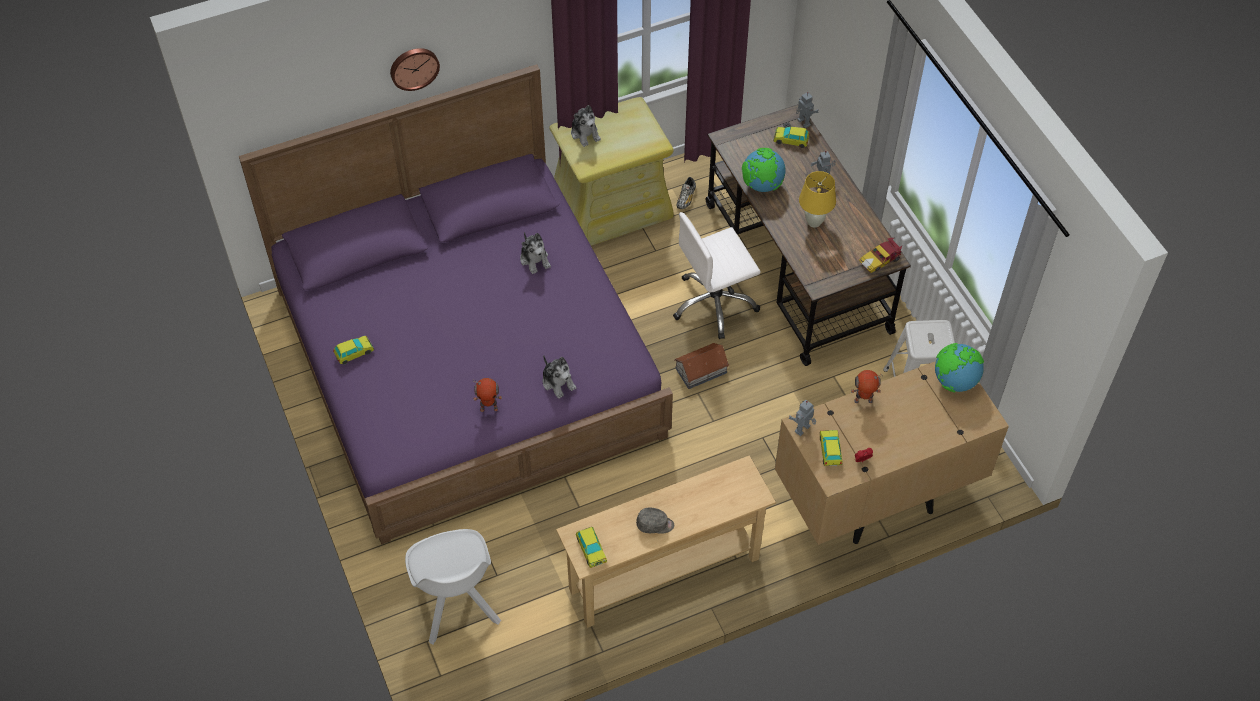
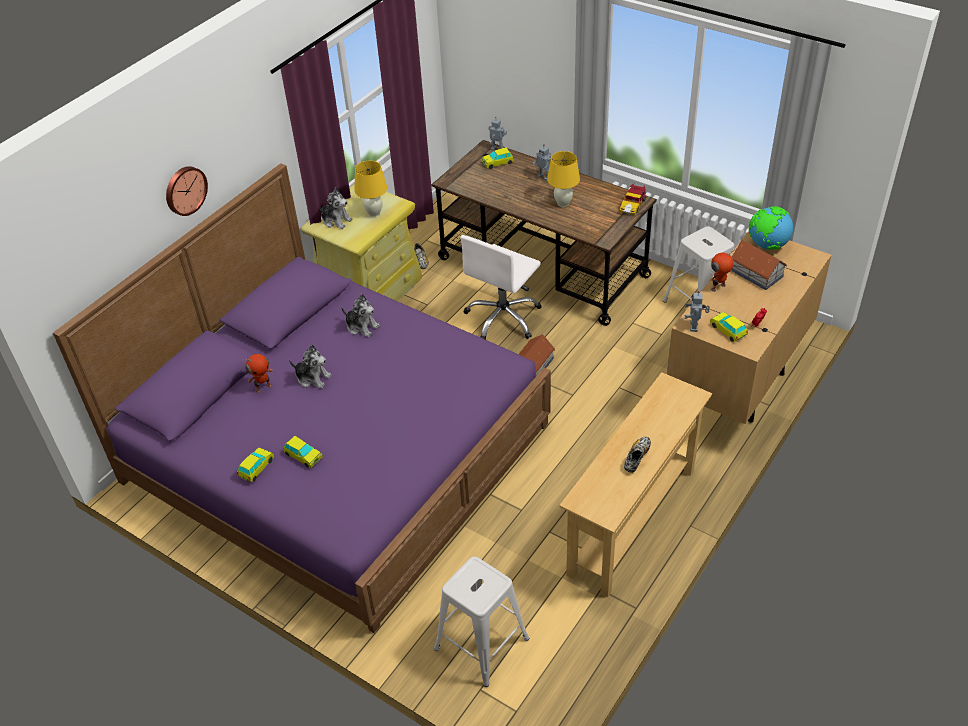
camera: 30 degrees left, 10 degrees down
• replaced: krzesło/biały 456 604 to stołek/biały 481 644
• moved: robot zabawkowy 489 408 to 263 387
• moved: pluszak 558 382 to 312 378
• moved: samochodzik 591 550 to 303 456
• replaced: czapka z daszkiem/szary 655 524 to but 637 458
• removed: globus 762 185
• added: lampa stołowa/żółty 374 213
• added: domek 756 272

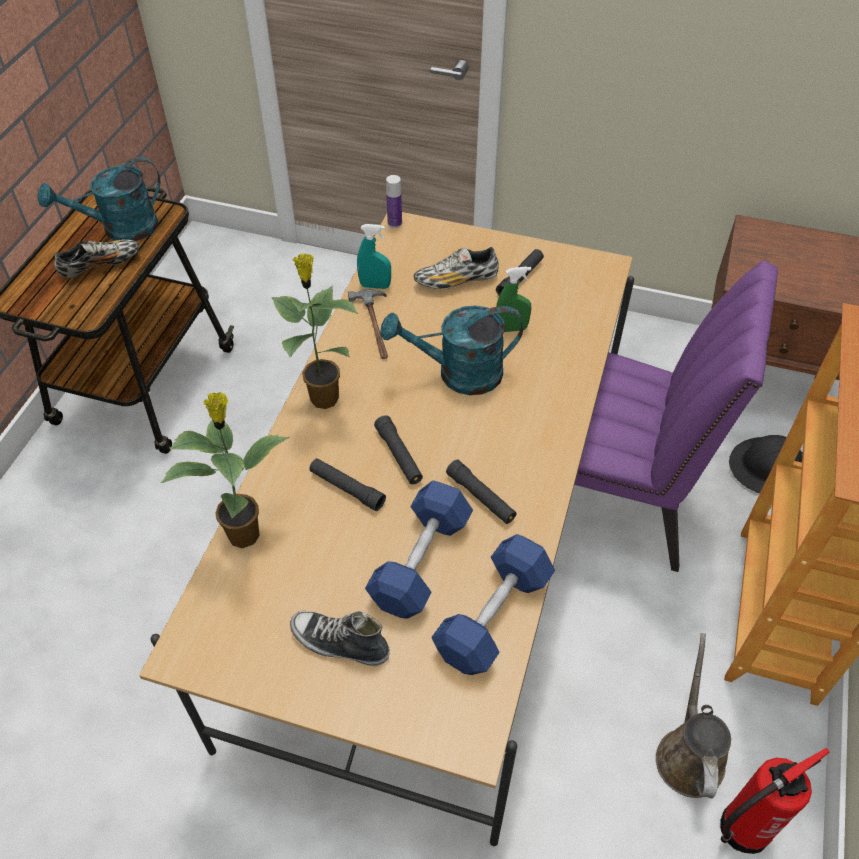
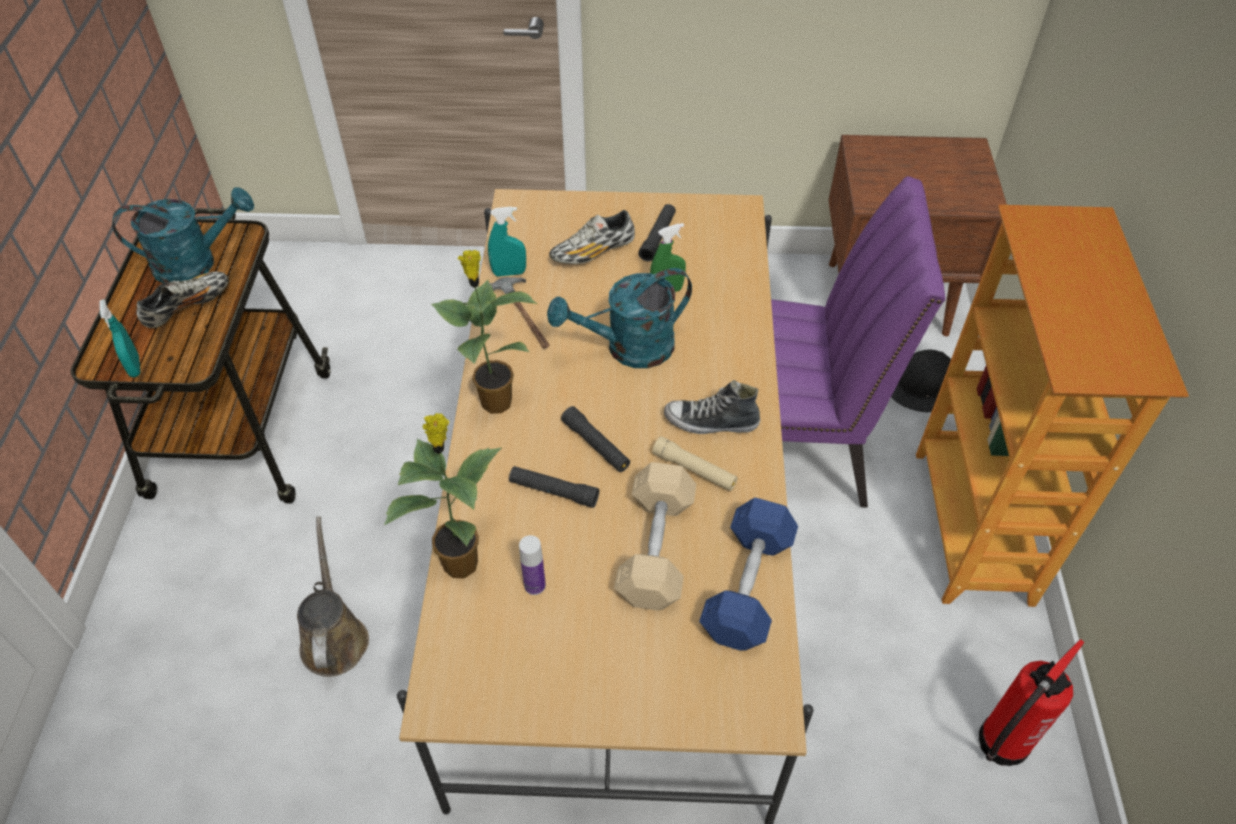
camera: 15 degrees left, 0 degrees up
• turned: konewka/turkusowy 120 230 = 196 262 150 degrees counterclockwise
• moved: but 339 643 to 711 422
• recoloured: hantel/niebieski 420 561 to hantel/beżowy 656 548
• moved: butelka 394 223 to 534 585
• recoloured: latarka/czarny 481 497 to latarka/beżowy 694 470
• moved: konewka/brązowy 689 754 to 334 637
• added: spryskiwacz/turkusowy 134 367

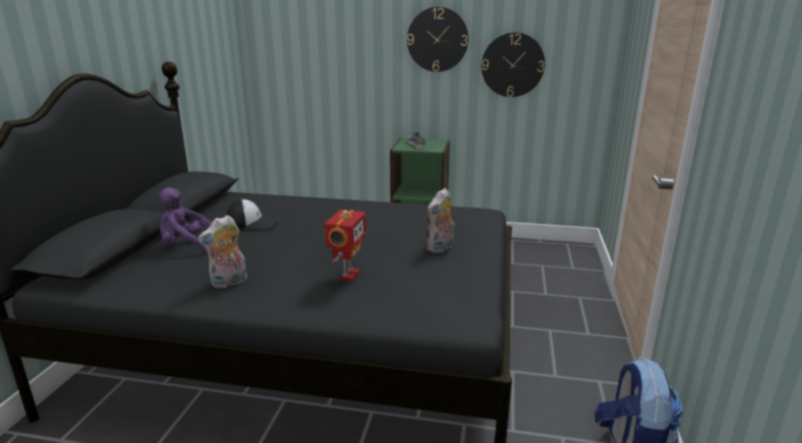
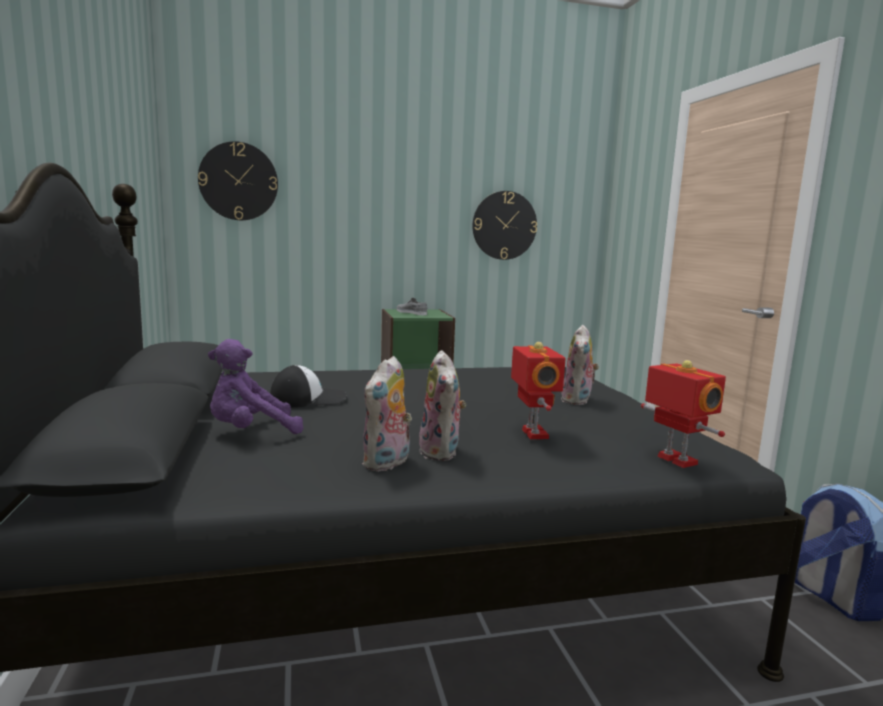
camera: 25 degrees left, 10 degrees down
• moved: zegar ścienny 437 39 to 238 181
• added: pluszak 442 452
• added: robot zabawkowy 675 460

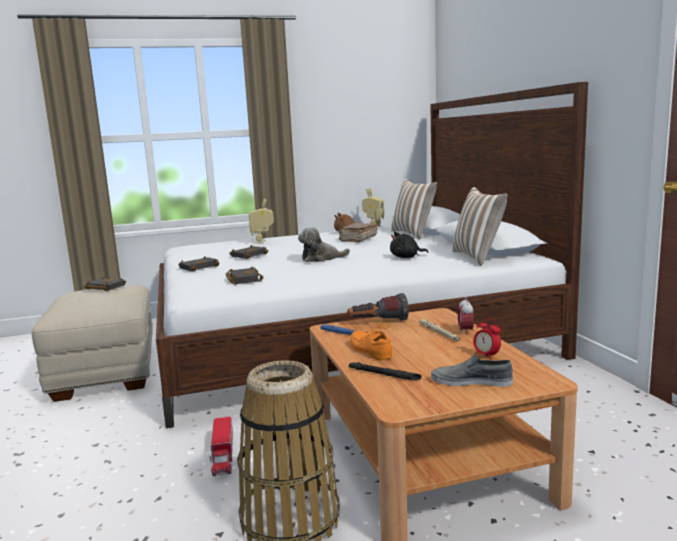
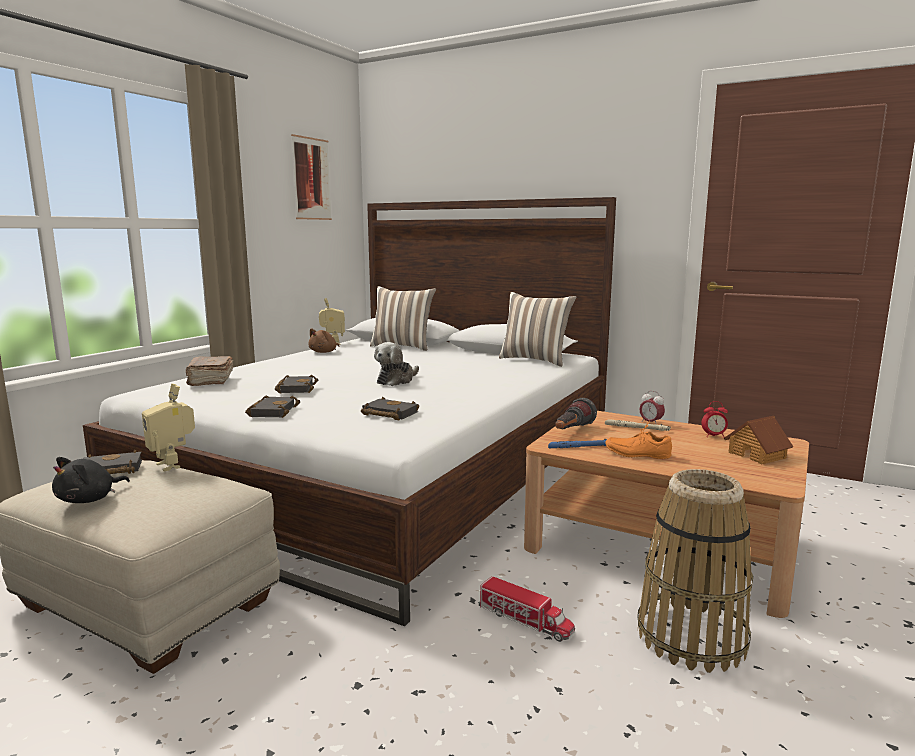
camera: 45 degrees left, 0 degrees up
• moved: robot zabawkowy 263 242 to 173 464
• moved: książka/brązowy 358 239 to 210 380
• removed: latarka/czarny 384 374
• moved: pluszak/czarny 406 257 to 89 499
• replaced: but/szary 471 381 to domek 757 455
• added: obraz 311 179

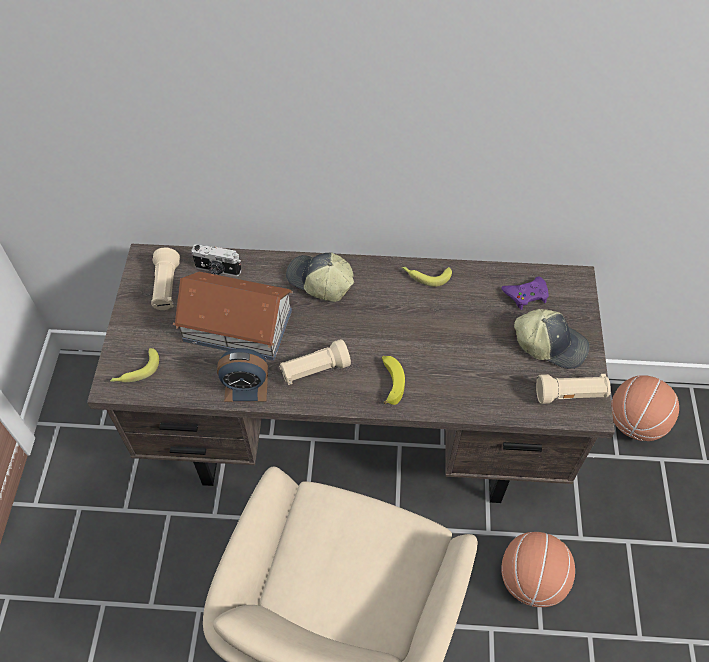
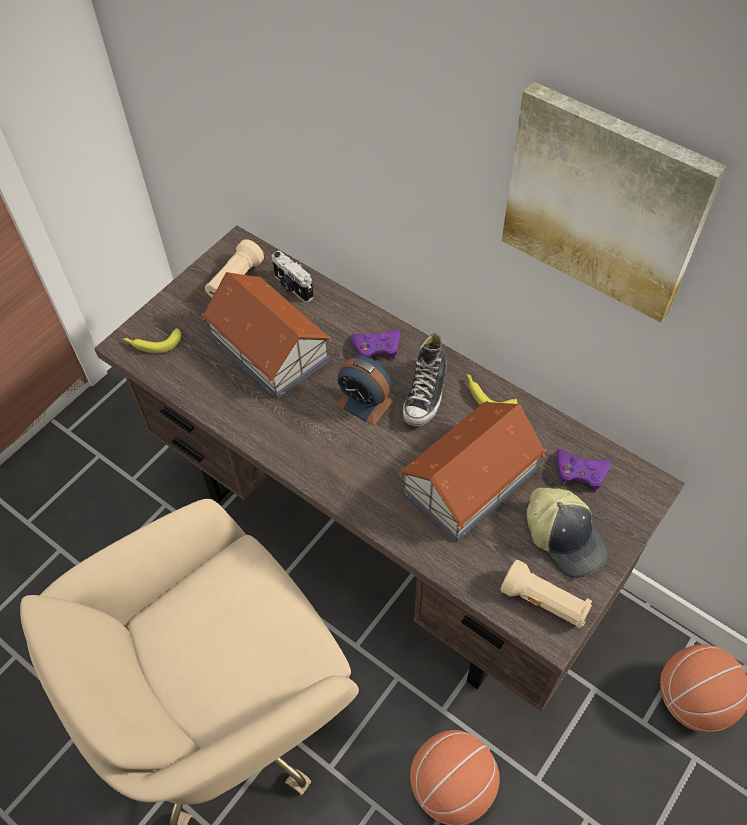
camera: 35 degrees right, 0 degrees up
• moved: budzik 246 386 to 365 402
• removed: latarka/beżowy 314 370
• replaced: czapka z daszkiem 319 282 to pad do gier/fioletowy 376 347
• removed: banan 390 382
• added: domek 468 481
• added: but 426 394
• added: obraz 604 202

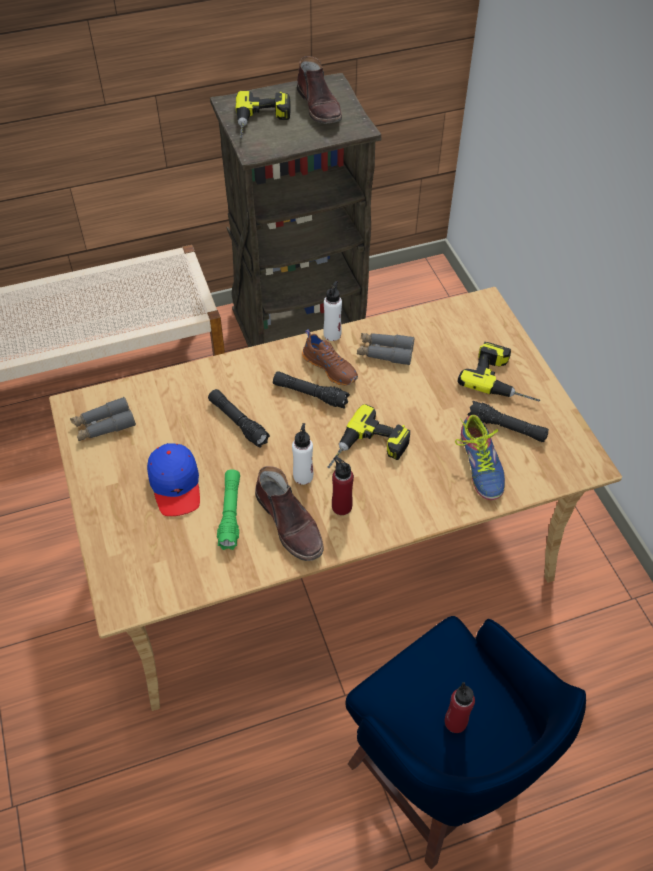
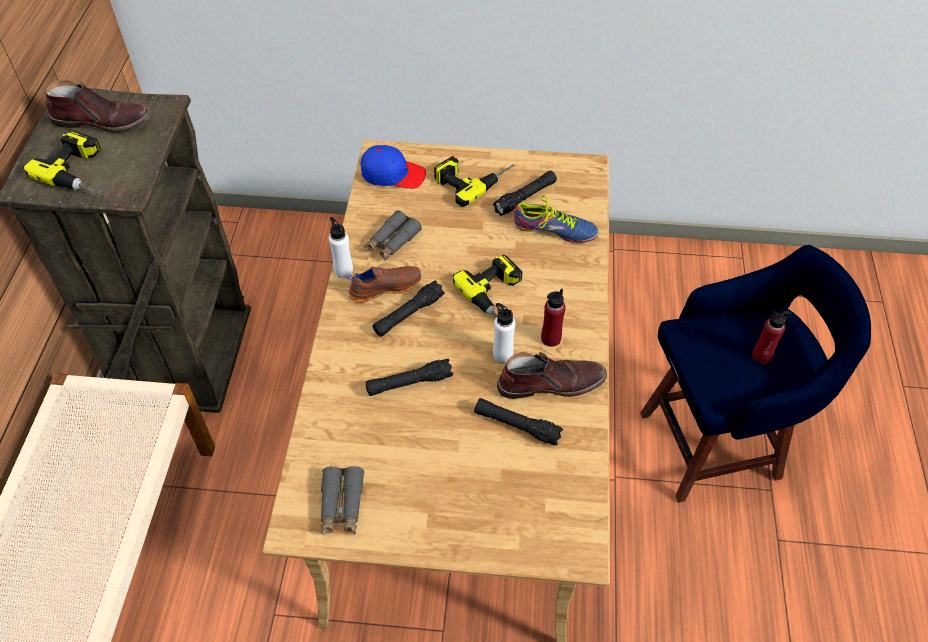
camera: 65 degrees left, 0 degrees up
• moved: czapka z daszkiem/niebieski 176 484 to 393 174
• recoloured: latarka/zielony 230 513 to latarka/czarny 517 426

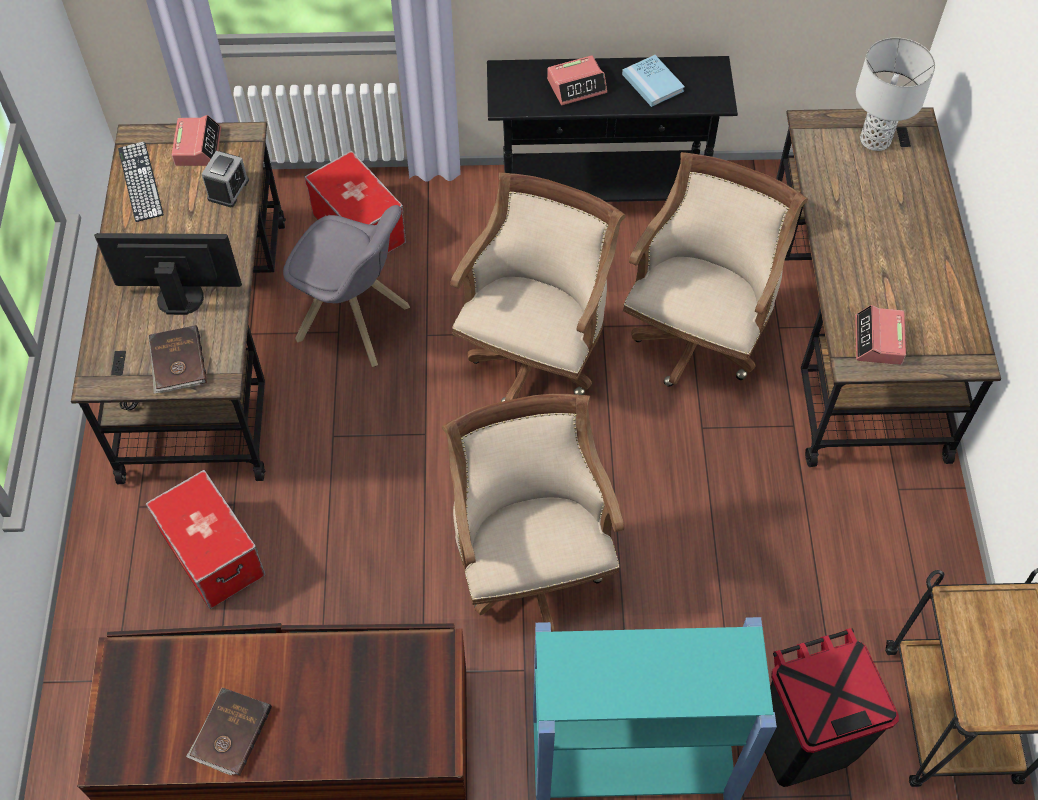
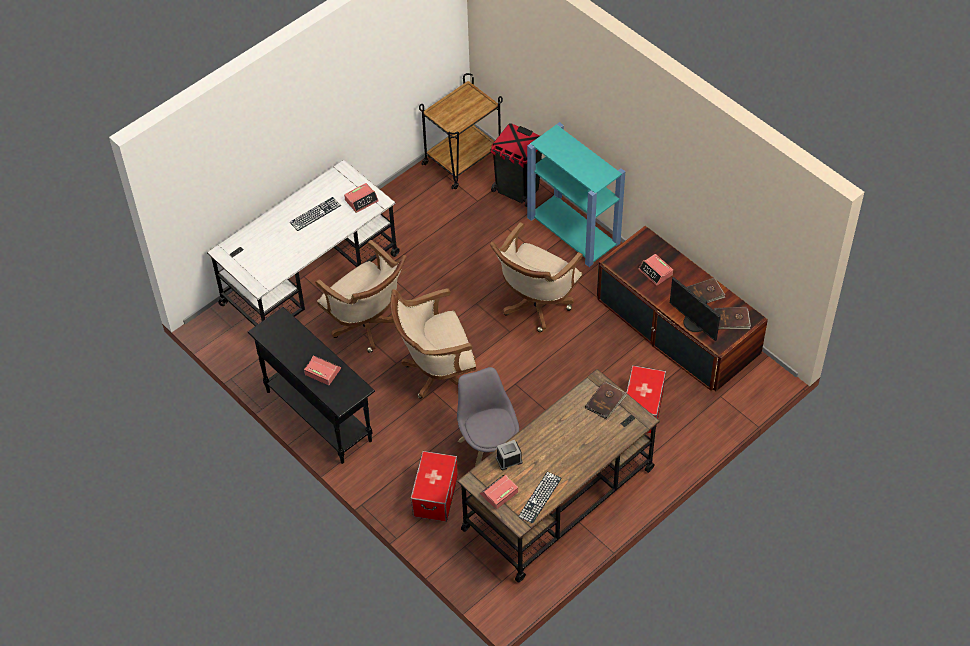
camera: 130 degrees left, 5 degrees down
• moved: monitor 180 296 to 694 323
• removed: książka/niebieski 652 83
• turned: krzesło biurowe 698 337 = 368 327 120 degrees counterclockwise
• recoloured: biurko/brązowy 853 329 to biurko/biały 310 279
• removed: lampa stołowa/biały 876 140
• added: klawiatura 315 214
• added: budzik 655 272
• added: książka/brązowy 731 319

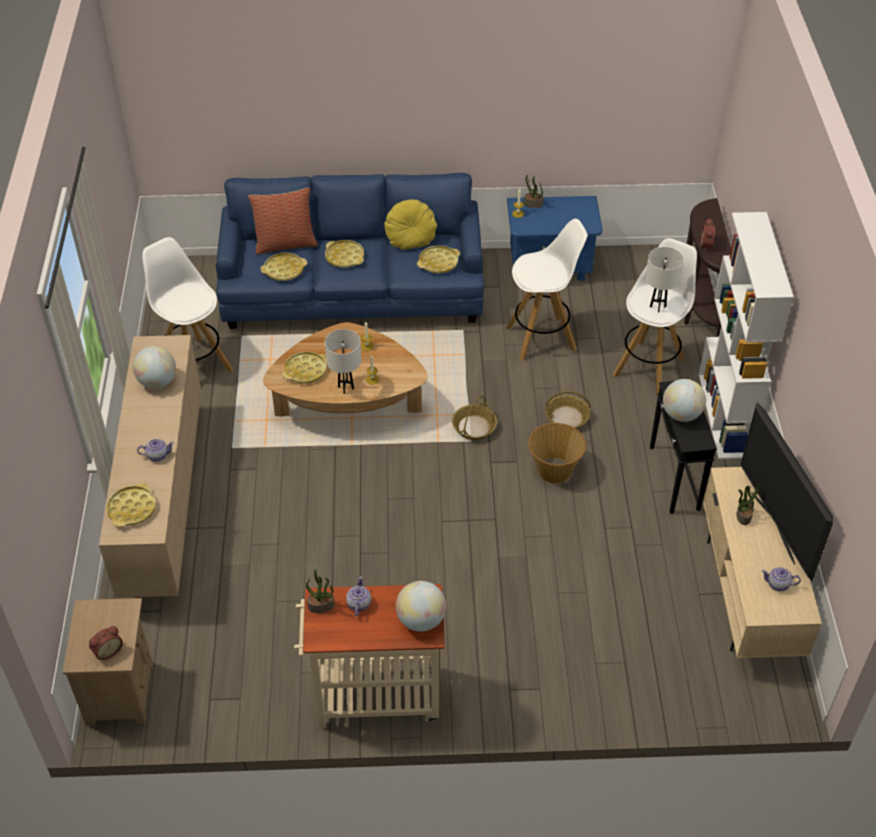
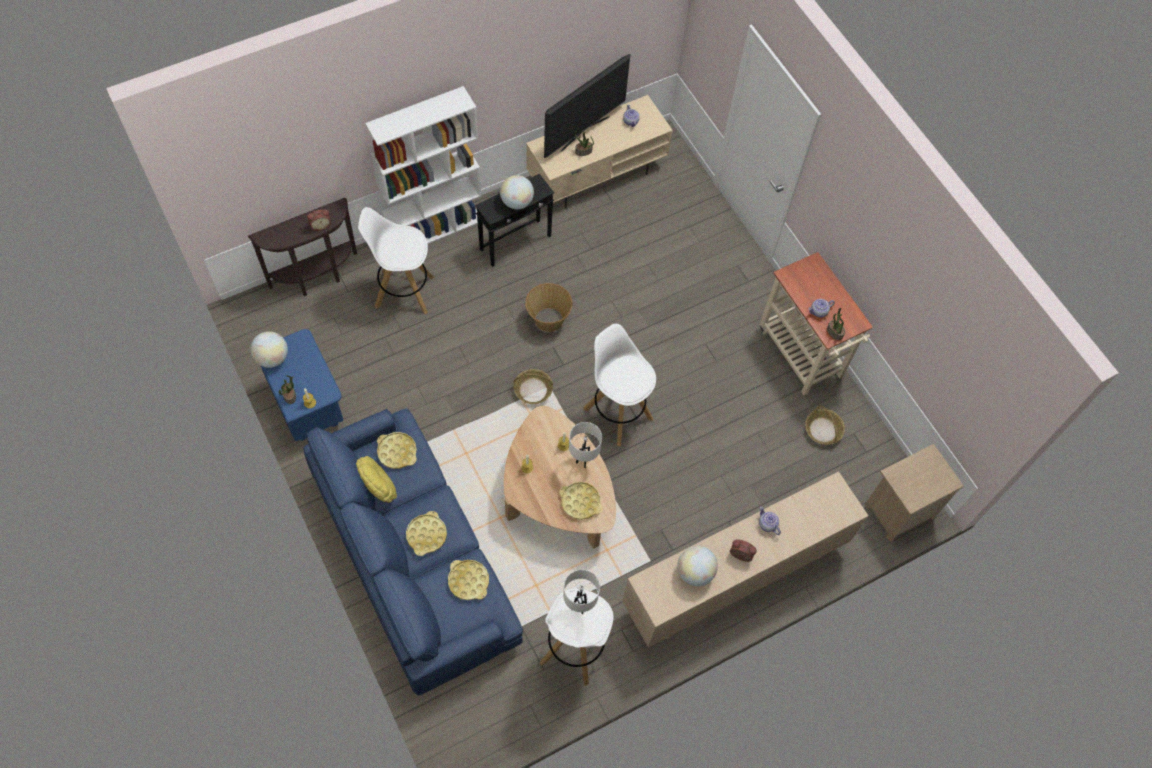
camera: 120 degrees left, 15 degrees up
• moved: budzik 107 650 to 740 555
• removed: taca/żółty 132 509
• removed: poduszka 285 243
• moved: globus 421 620 to 272 358
• moved: stołek/biały 542 338 to 617 413
• moved: koszyk 566 418 to 823 430
• moved: lampa stołowa/biały 657 307 to 579 606

